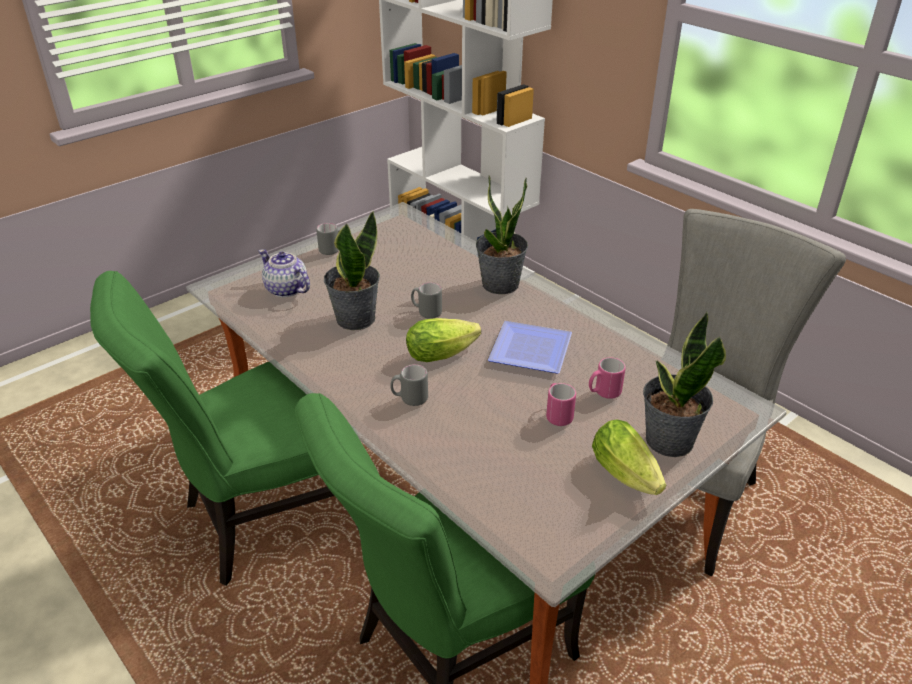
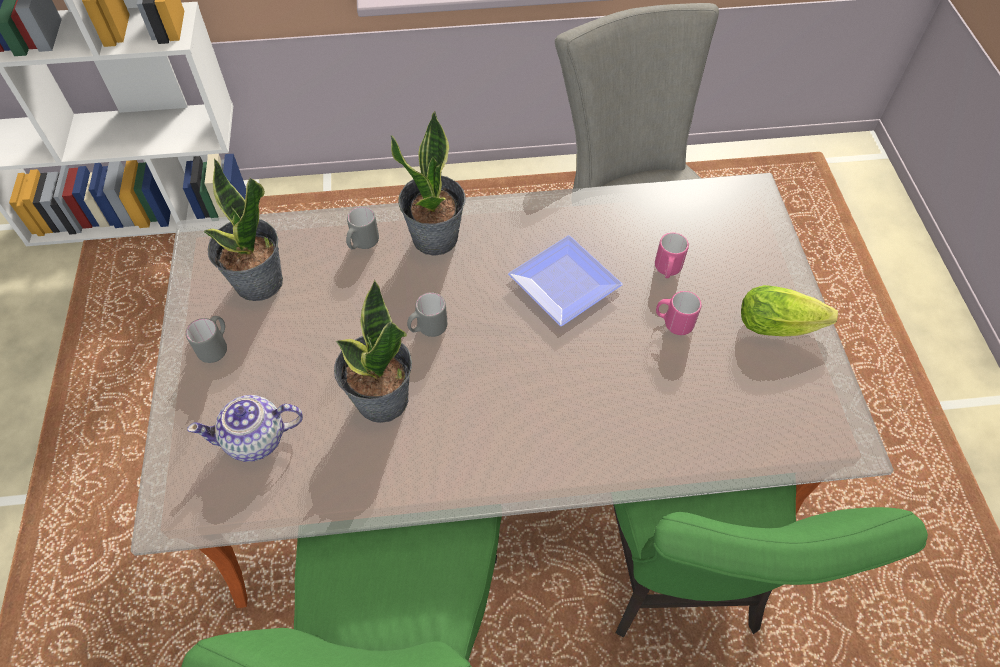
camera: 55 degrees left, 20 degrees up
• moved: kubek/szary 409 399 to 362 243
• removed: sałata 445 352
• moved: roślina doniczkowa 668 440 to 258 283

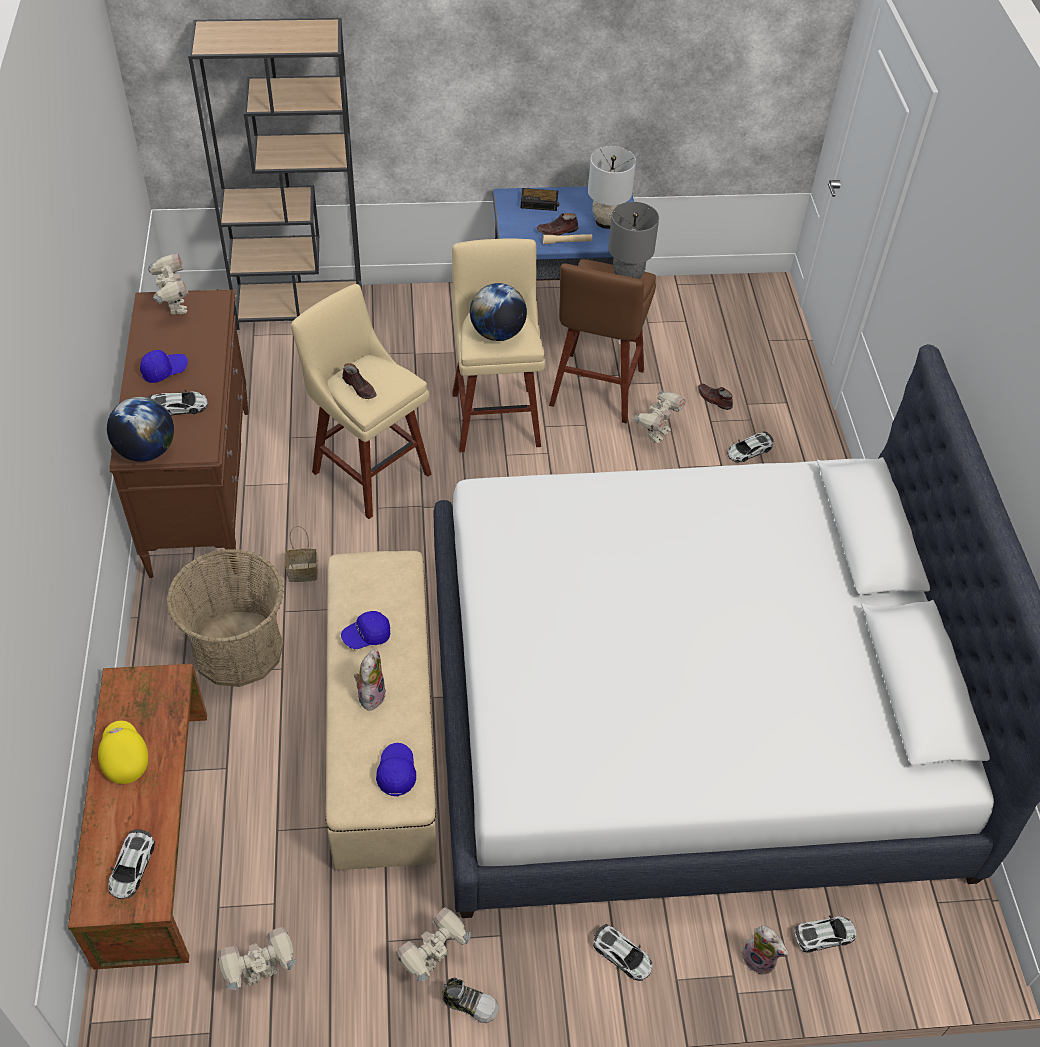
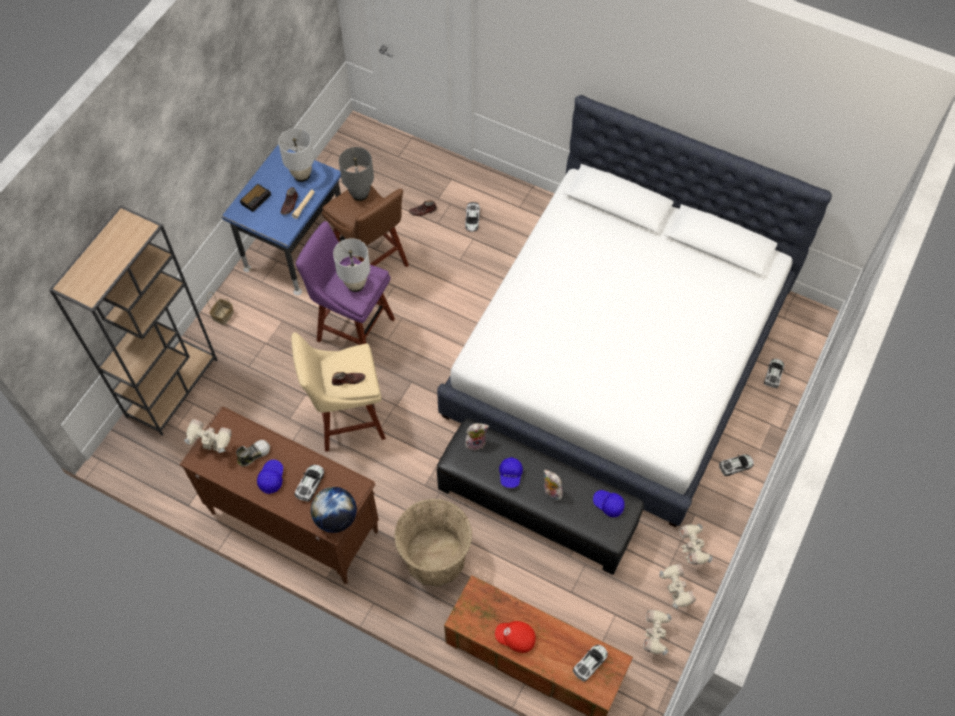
camera: 55 degrees left, 10 degrees up
• recoloured: czapka z daszkiem/żółty 124 758 to czapka z daszkiem/czerwony 516 639
• turned: samochodzik 132 867 = 590 663 90 degrees counterclockwise
• moved: koszyk 301 573 to 223 316
• recoloured: ławka/beżowy 383 726 to ławka/czarny 538 506
• moved: but 470 1003 to 253 454
• recoloured: stołek/beżowy 496 417 to stołek/fioletowy 354 328
• replaced: globus 497 333 to lampa stołowa/biały 356 284
• moved: robot zabawkowy 656 433 to 674 594
• moved: pluszak 760 959 to 475 442

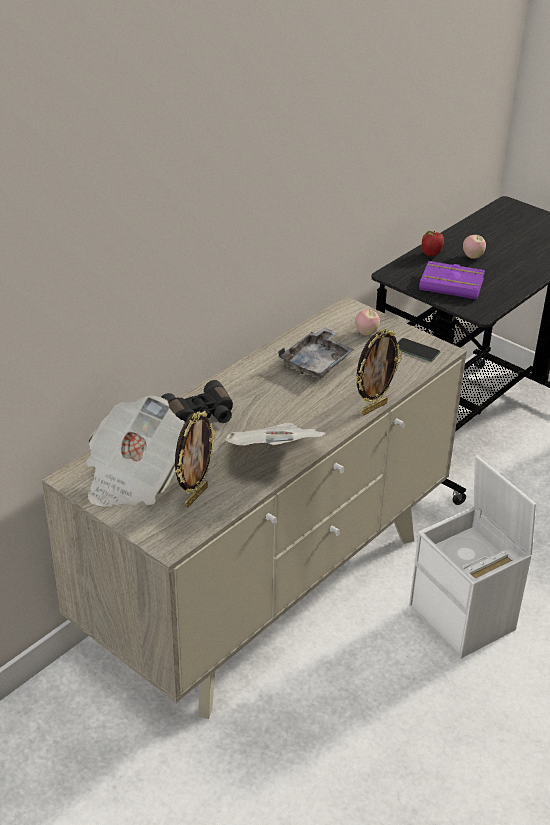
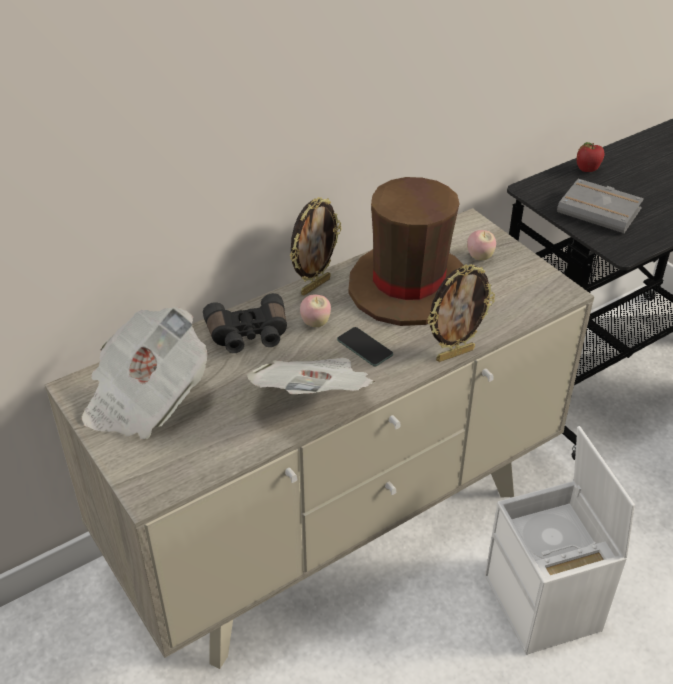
camera: 15 degrees right, 5 degrees up
• moved: ramka na zdjęcie 195 496 to 315 286
• replaced: taca/szary 317 363 to kapelusz/brązowy 408 286
• moved: telefon 416 350 to 364 347
• recoloured: książka/fioletowy 453 284 to książka/szary 601 211
• moved: jabłko 472 257 to 315 323

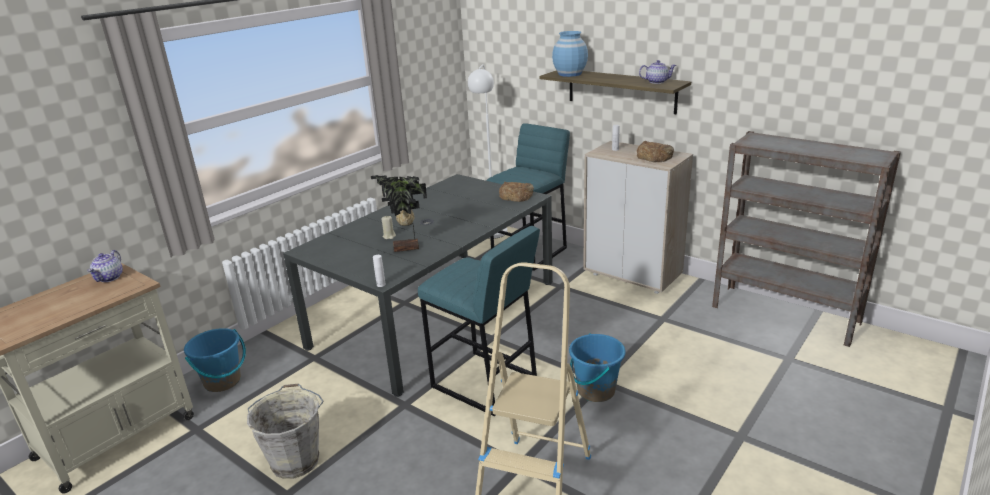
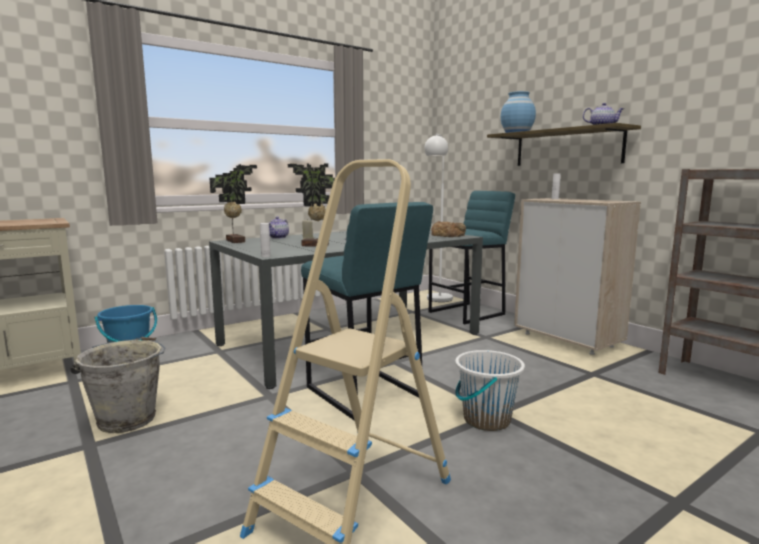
camera: 15 degrees right, 15 degrees down
• moved: imbryk 109 278 to 278 237
• recoloured: wiadro/niebieski 595 390 to wiadro/biały 486 420
• removed: chleb 654 156
• added: roślina doniczkowa 237 241

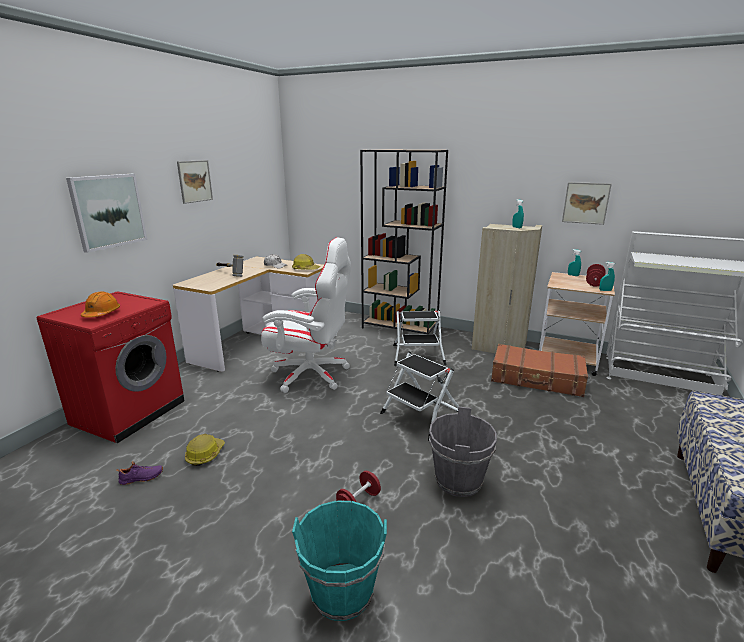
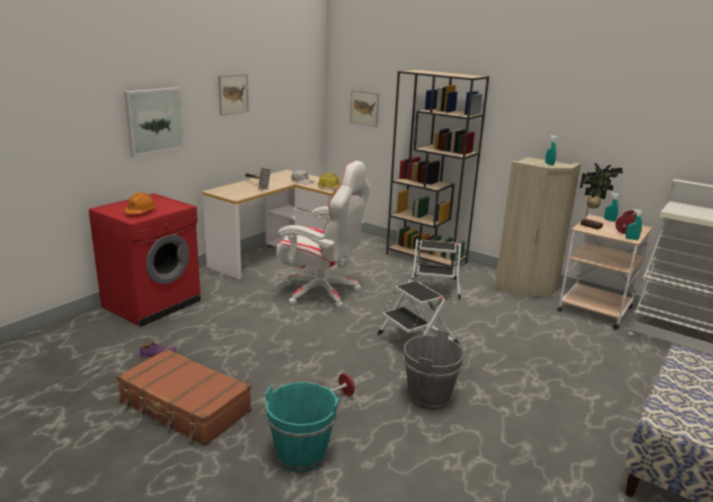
camera: 10 degrees right, 0 degrees up
• removed: kask 205 454
• moved: walizka/brązowy 537 379 to 184 407
• moved: obraz 585 203 to 364 108
• added: roślina doniczkowa 591 226

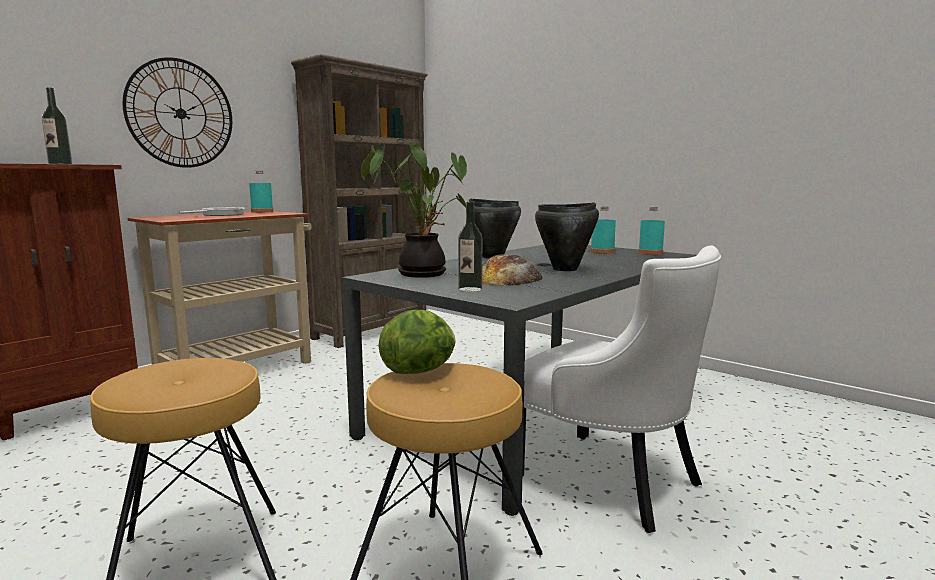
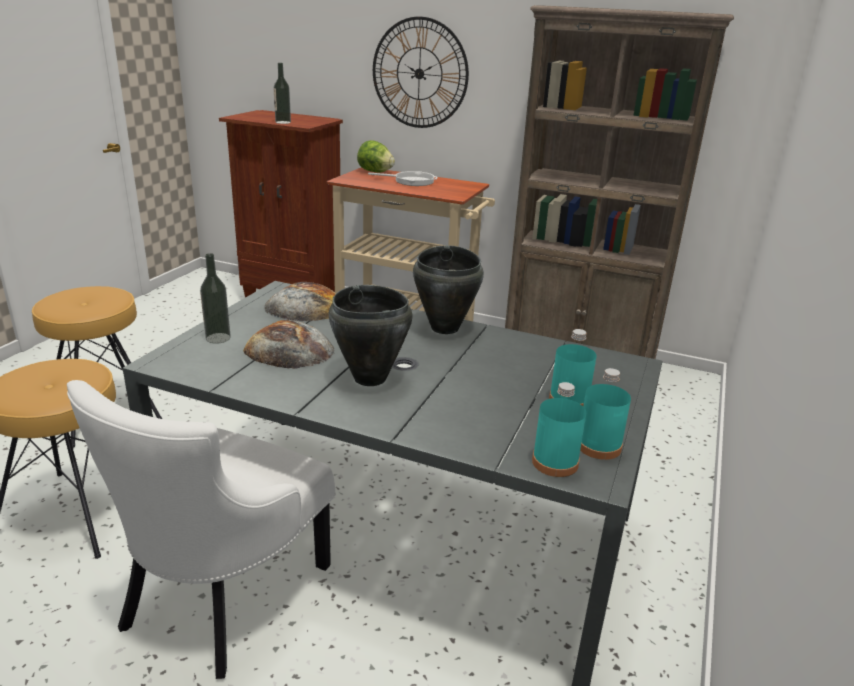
camera: 70 degrees right, 15 degrees up
• moved: butelka/turkusowy 262 212 to 555 462
• replaced: roślina doniczkowa 421 273 to chleb 304 307
• moved: sałata 420 371 to 375 172

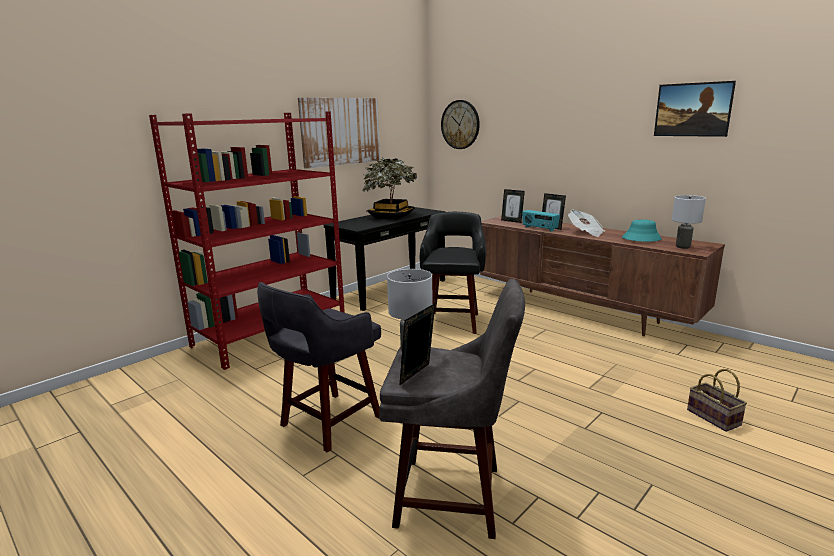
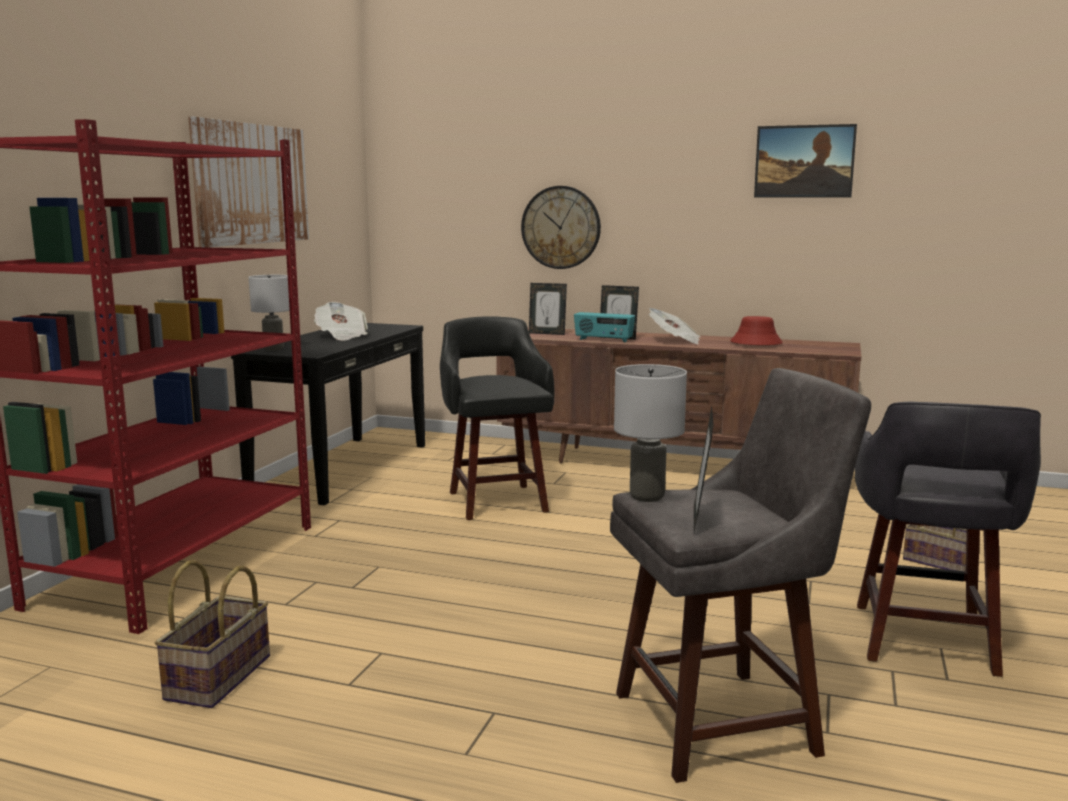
camera: 25 degrees left, 5 degrees down
• moved: stołek/szary 327 423 to 924 642
• replaced: roślina doniczkowa 391 216 to gazeta 342 336
• moved: zegar ścienny 460 124 to 561 227
• recoloured: kapelusz/turkusowy 641 238 to kapelusz/czerwony 755 343
• moved: lampa stołowa/biały 683 247 to 273 349
• added: koszyk 220 678

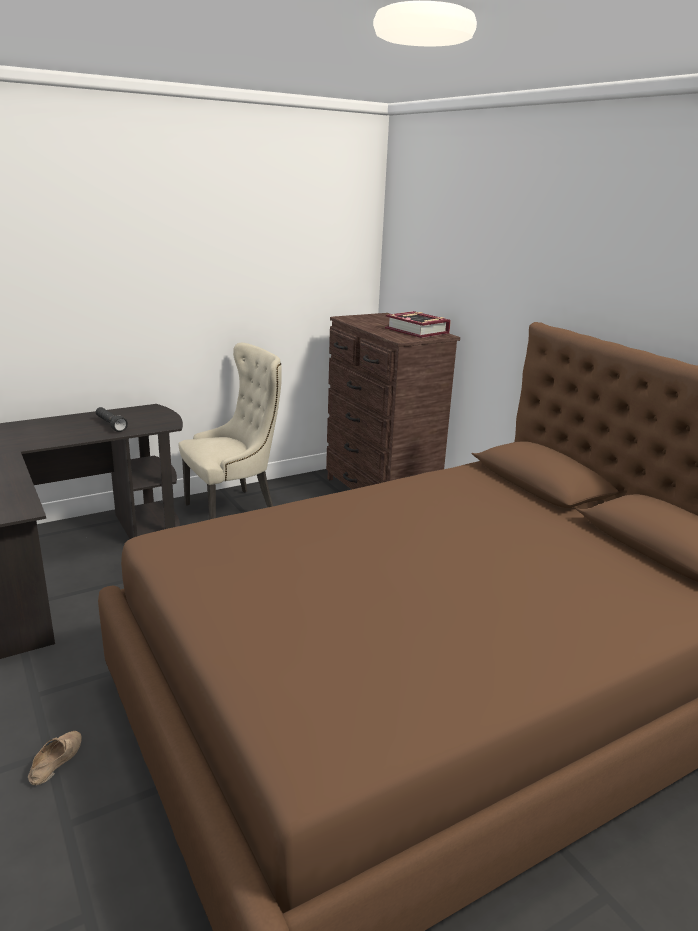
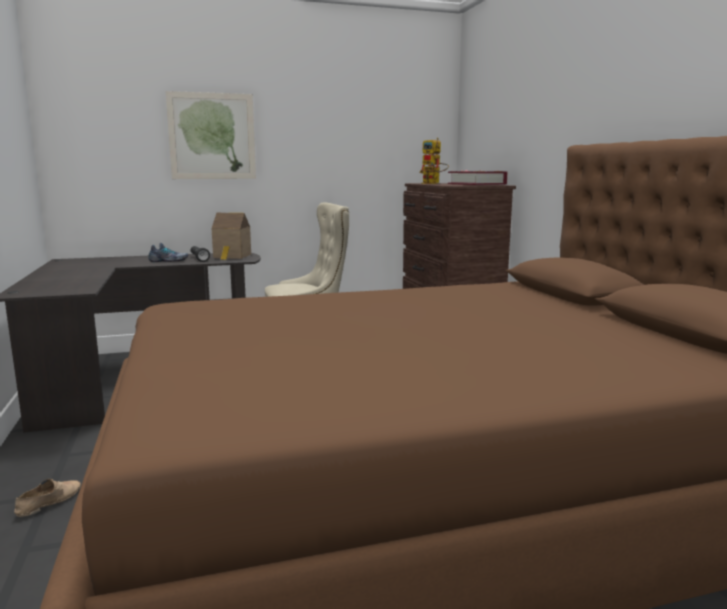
camera: 15 degrees right, 10 degrees down
• added: but 168 260
• added: obraz 212 136
• added: domek 232 256
• added: robot zabawkowy 434 183

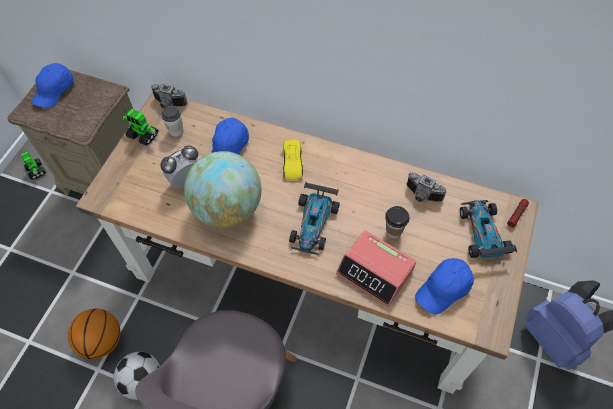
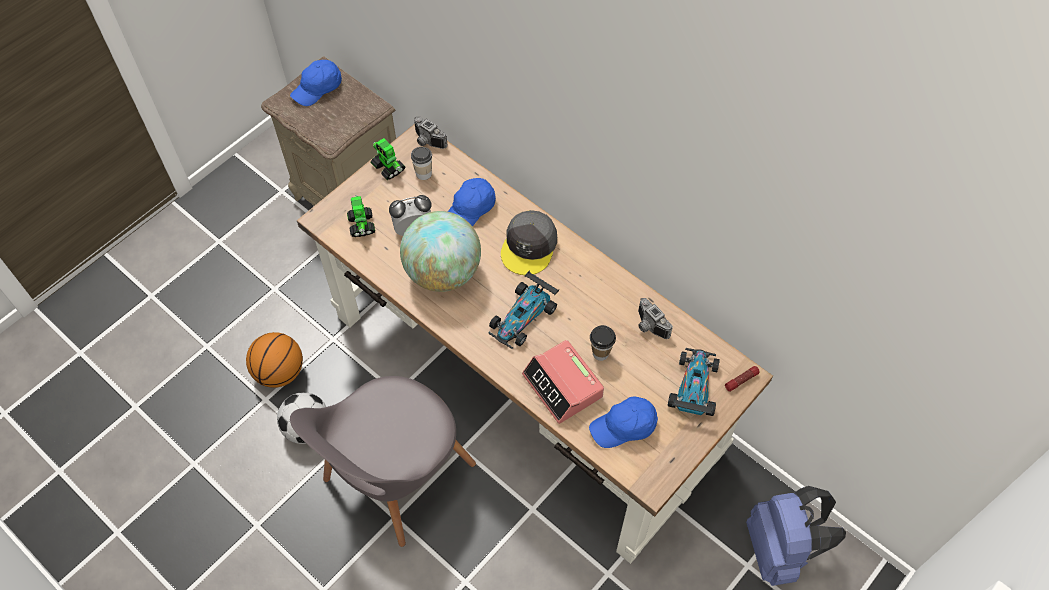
camera: 20 degrees right, 0 degrees up
• moved: robot zabawkowy 36 171 to 361 225
• replaced: samochodzik/żółty 292 162 to czapka z daszkiem/szary 529 246

